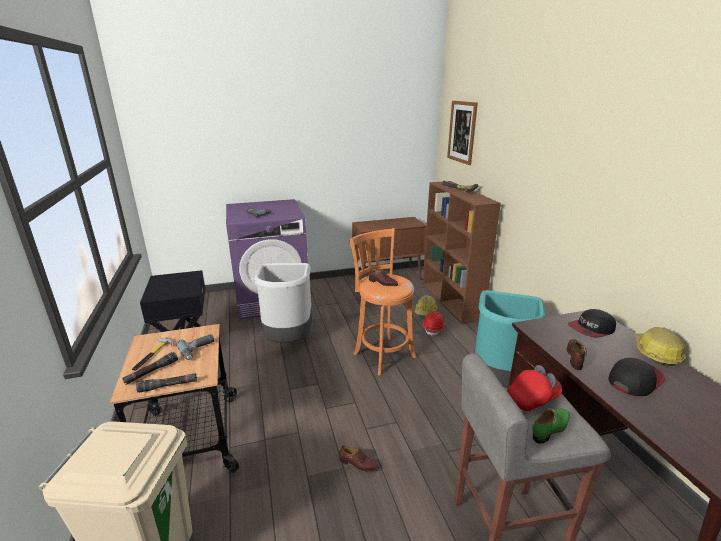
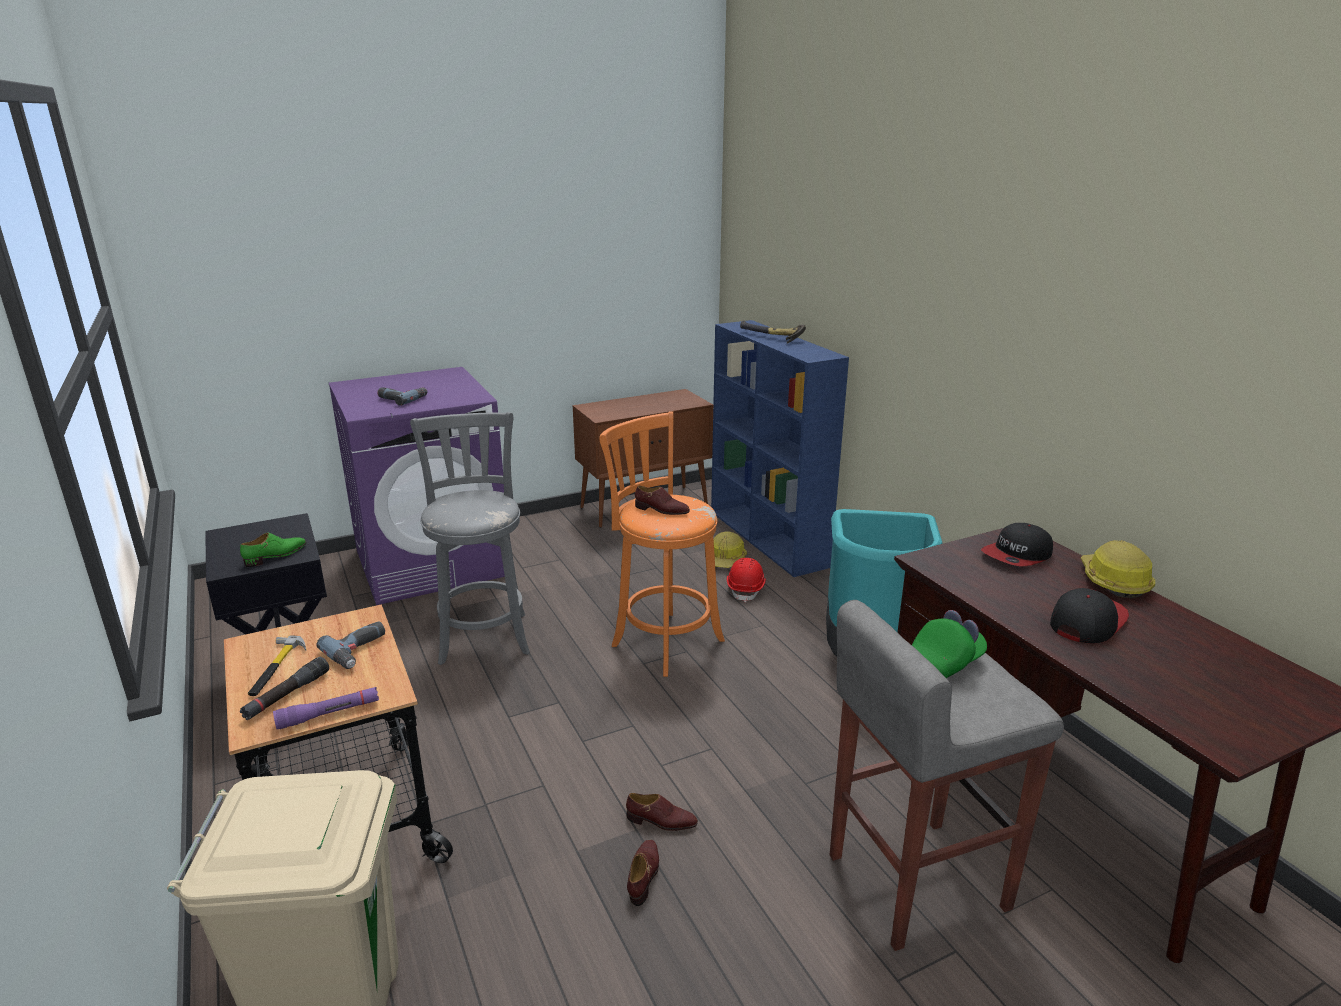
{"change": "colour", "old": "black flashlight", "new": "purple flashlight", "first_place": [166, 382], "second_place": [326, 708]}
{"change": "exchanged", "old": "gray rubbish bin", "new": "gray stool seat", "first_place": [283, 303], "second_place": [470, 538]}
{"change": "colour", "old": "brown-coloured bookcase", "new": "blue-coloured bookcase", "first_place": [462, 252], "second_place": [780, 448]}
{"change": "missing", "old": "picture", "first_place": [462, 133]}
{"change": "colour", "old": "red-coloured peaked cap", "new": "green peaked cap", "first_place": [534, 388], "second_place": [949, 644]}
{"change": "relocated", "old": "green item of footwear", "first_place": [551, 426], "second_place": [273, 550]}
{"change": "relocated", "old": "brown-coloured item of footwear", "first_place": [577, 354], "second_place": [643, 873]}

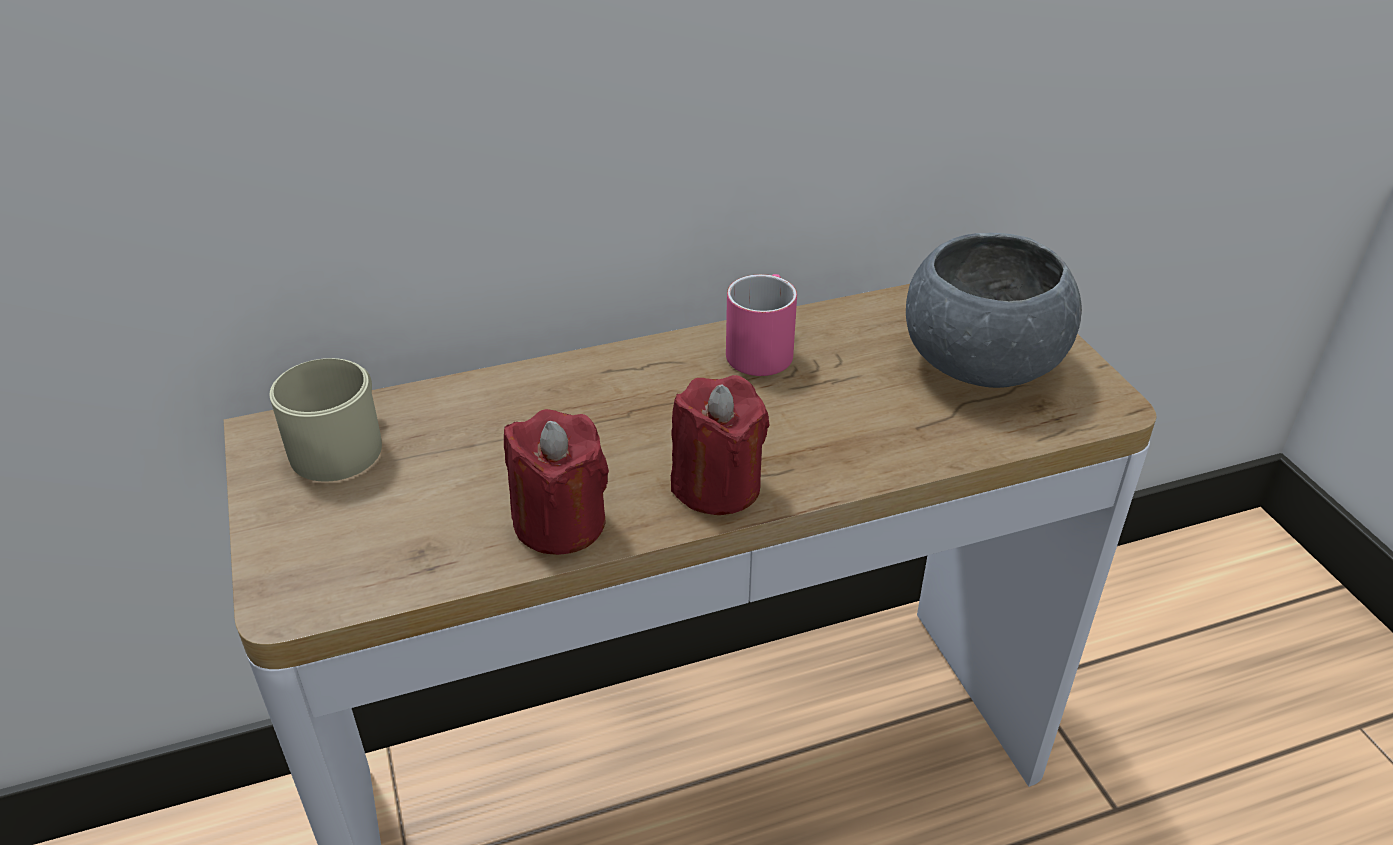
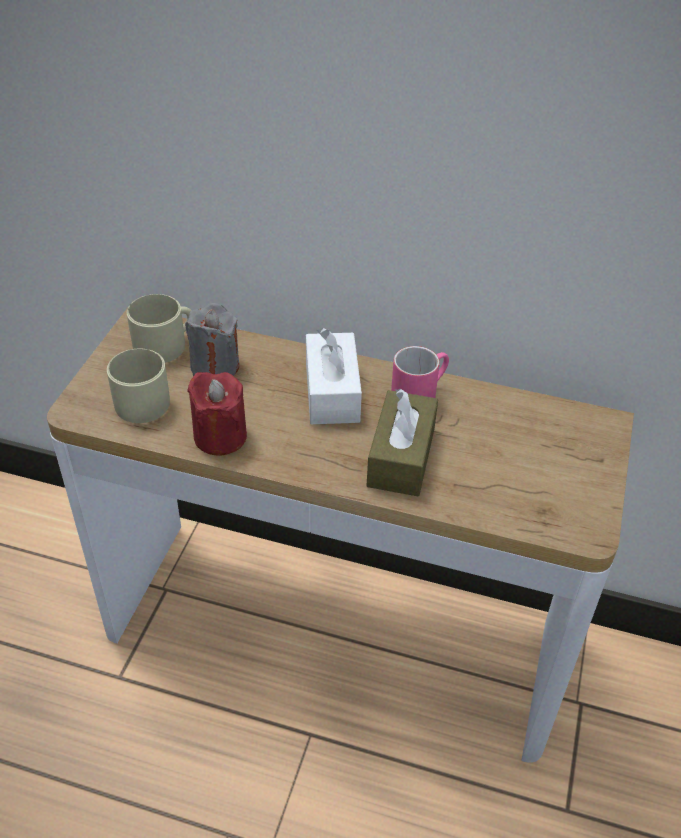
{"change": "missing", "old": "red-coloured candle", "first_place": [720, 445]}
{"change": "missing", "old": "gray bowl", "first_place": [994, 310]}
{"change": "appeared", "new": "beige-coloured tea mug", "second_place": [138, 385]}
{"change": "appeared", "new": "gray candle", "second_place": [212, 339]}
{"change": "appeared", "new": "whitish box of tissues", "second_place": [334, 376]}
{"change": "appeared", "new": "brown-coloured box of tissues", "second_place": [402, 442]}

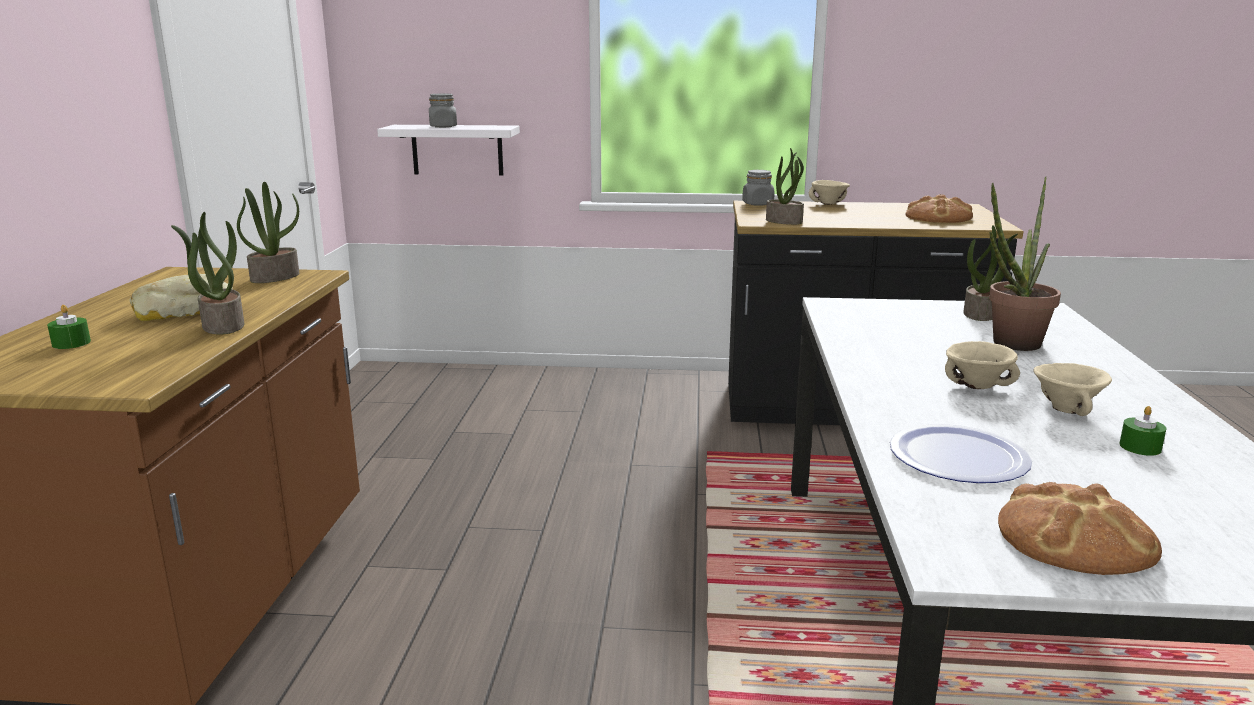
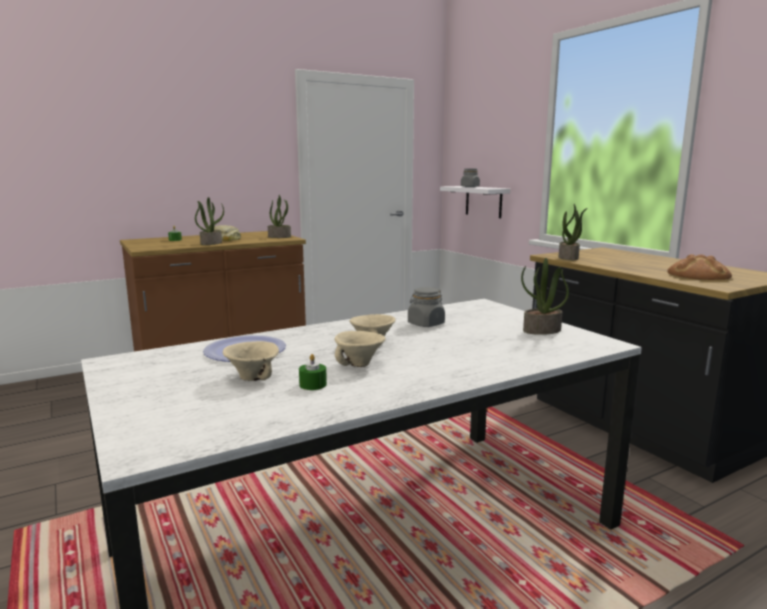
{"change": "relocated", "old": "gray jar", "first_place": [758, 188], "second_place": [426, 307]}
{"change": "relocated", "old": "beige-coloured bowl", "first_place": [829, 192], "second_place": [251, 361]}
{"change": "missing", "old": "potted plant", "first_place": [1025, 264]}
{"change": "missing", "old": "baked bread", "first_place": [1080, 528]}

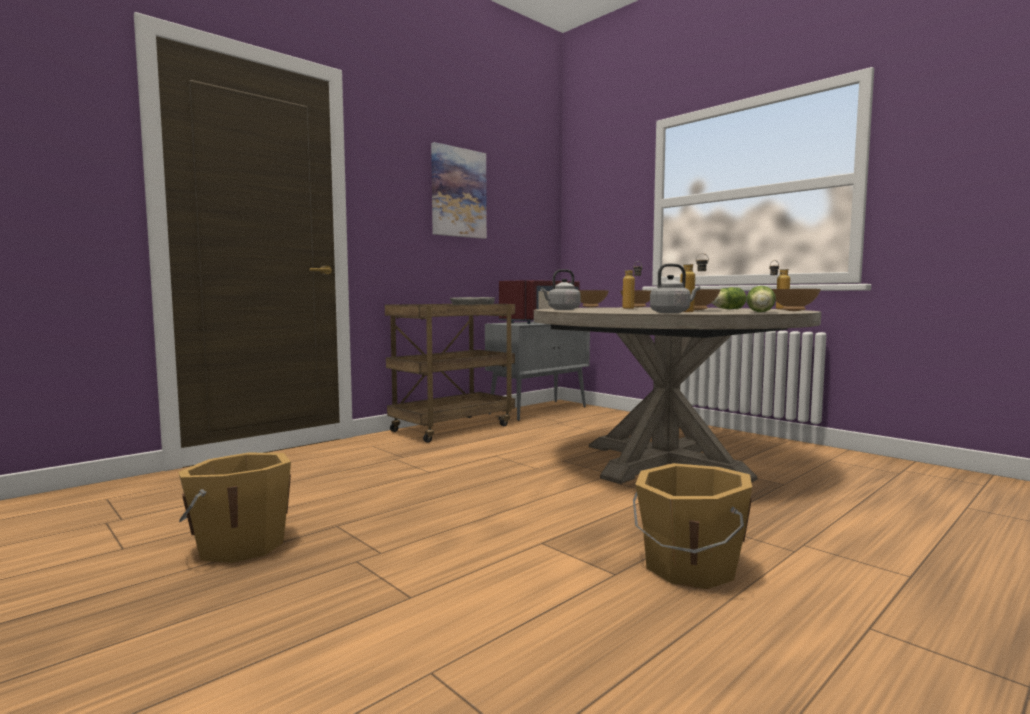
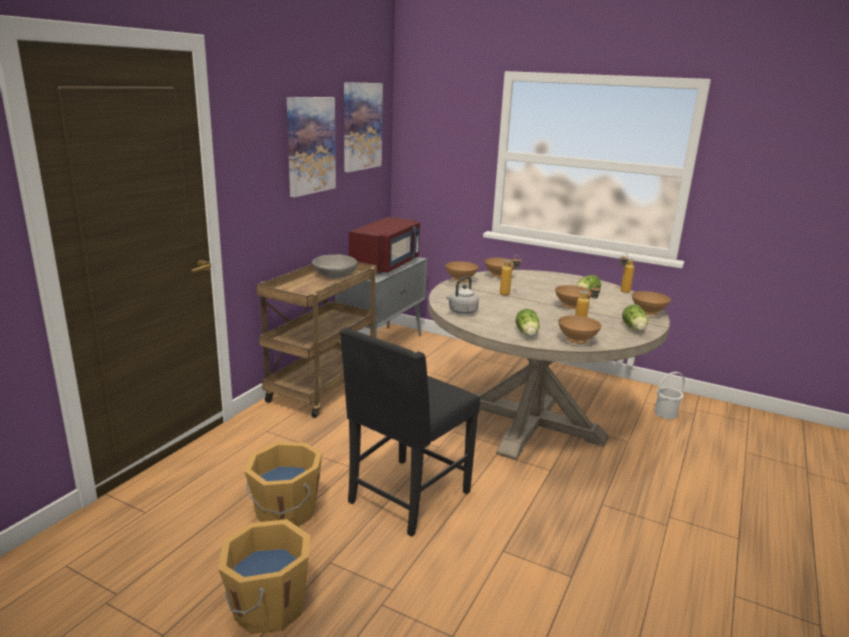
{"change": "relocated", "old": "orange-coloured bucket", "first_place": [692, 526], "second_place": [283, 484]}
{"change": "exchanged", "old": "gray water kettle", "new": "brown-coloured bowl", "first_place": [675, 288], "second_place": [580, 329]}
{"change": "appeared", "new": "black upright chair", "second_place": [410, 432]}
{"change": "appeared", "new": "picture", "second_place": [363, 127]}
{"change": "appeared", "new": "lettuce", "second_place": [527, 323]}
{"change": "appeared", "new": "whitish bucket", "second_place": [669, 395]}

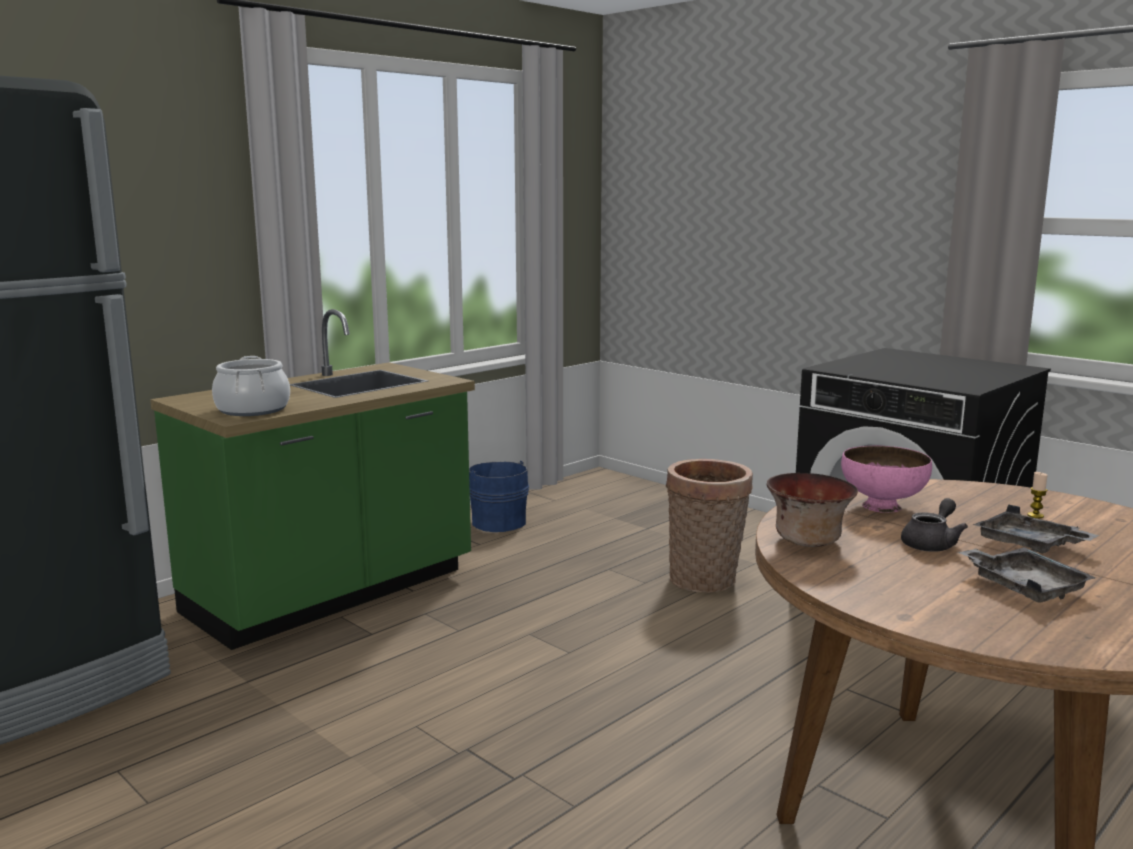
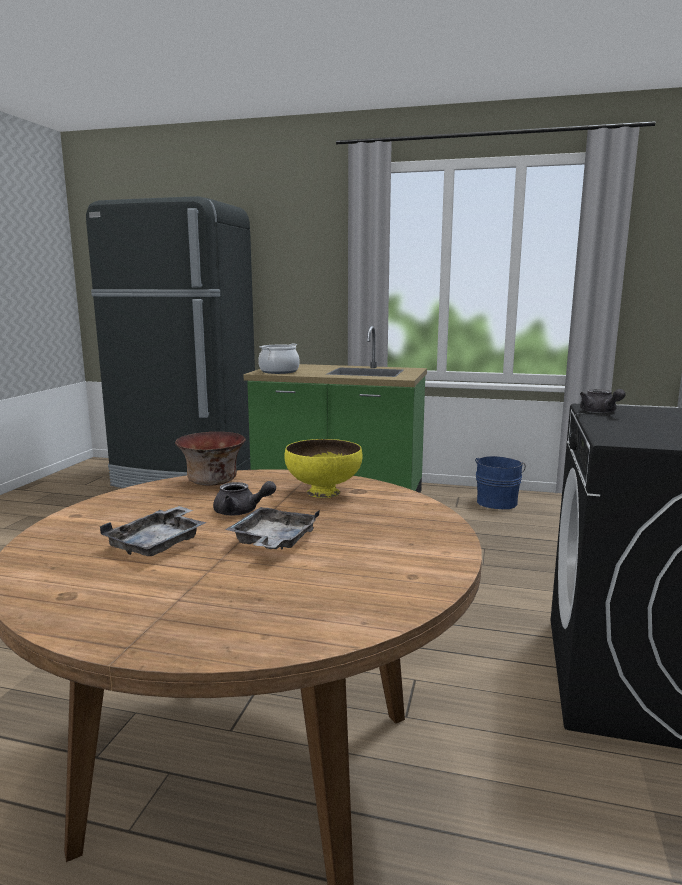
{"change": "missing", "old": "basket", "first_place": [709, 526]}
{"change": "colour", "old": "pink bowl", "new": "yellow bowl", "first_place": [886, 479], "second_place": [323, 468]}
{"change": "missing", "old": "candle", "first_place": [1037, 495]}
{"change": "appeared", "new": "gray teapot", "second_place": [603, 401]}

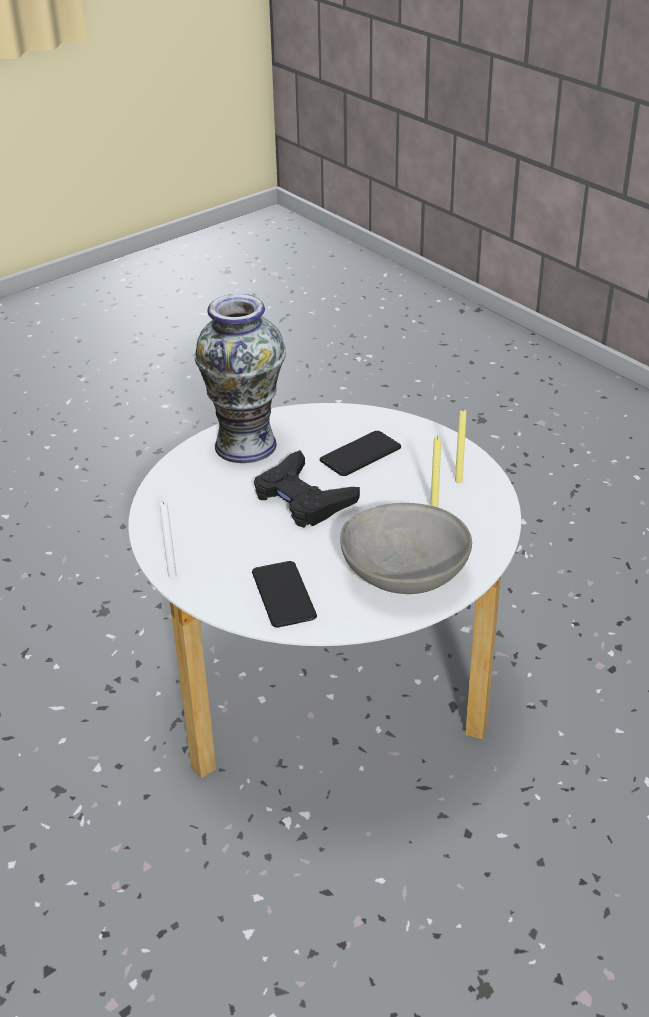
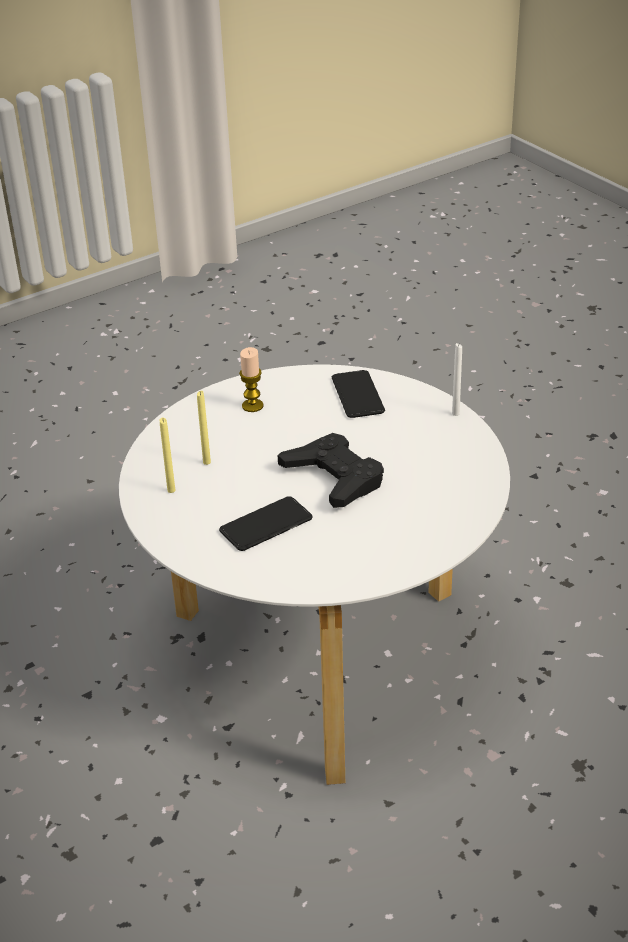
{"change": "missing", "old": "flower vase", "first_place": [240, 378]}
{"change": "exchanged", "old": "gray bowl", "new": "candle", "first_place": [406, 548], "second_place": [251, 379]}

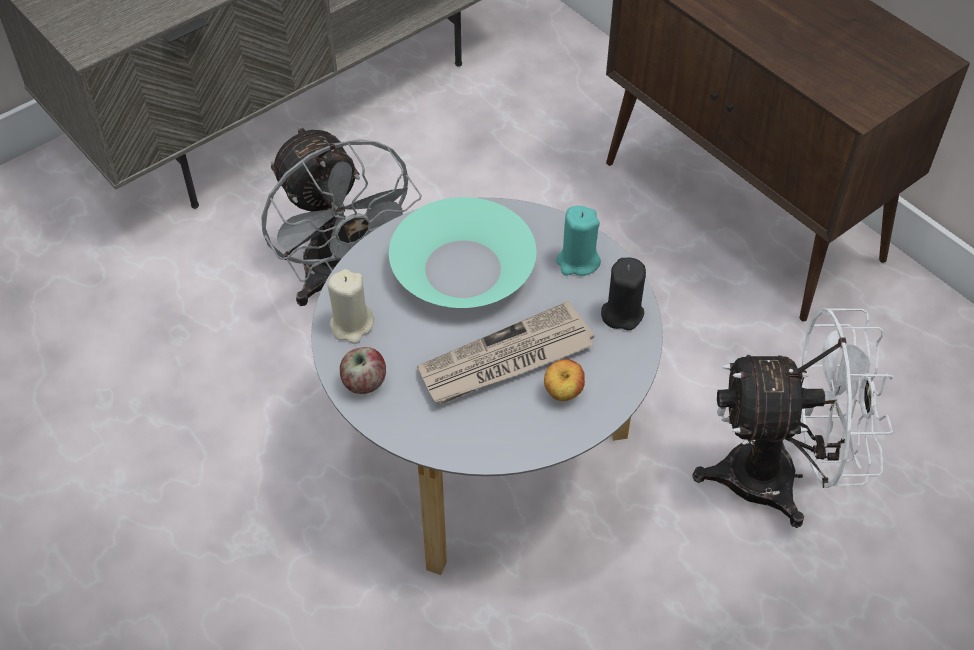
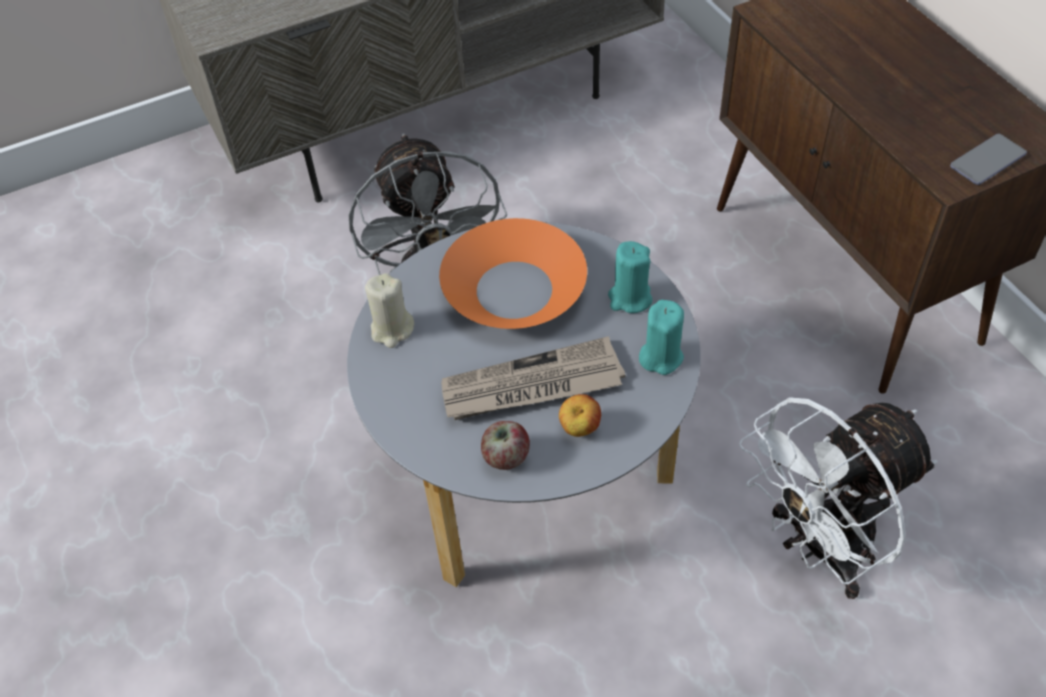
{"change": "relocated", "old": "apple fruit", "first_place": [363, 370], "second_place": [505, 445]}
{"change": "colour", "old": "turquoise bowl", "new": "orange-coloured bowl", "first_place": [462, 252], "second_place": [513, 273]}
{"change": "colour", "old": "black candle", "new": "turquoise candle", "first_place": [623, 294], "second_place": [661, 337]}
{"change": "spun", "old": "whitish electric fan", "first_place": [793, 418], "second_place": [838, 498], "degrees": 135}
{"change": "appeared", "new": "handset", "second_place": [988, 159]}

